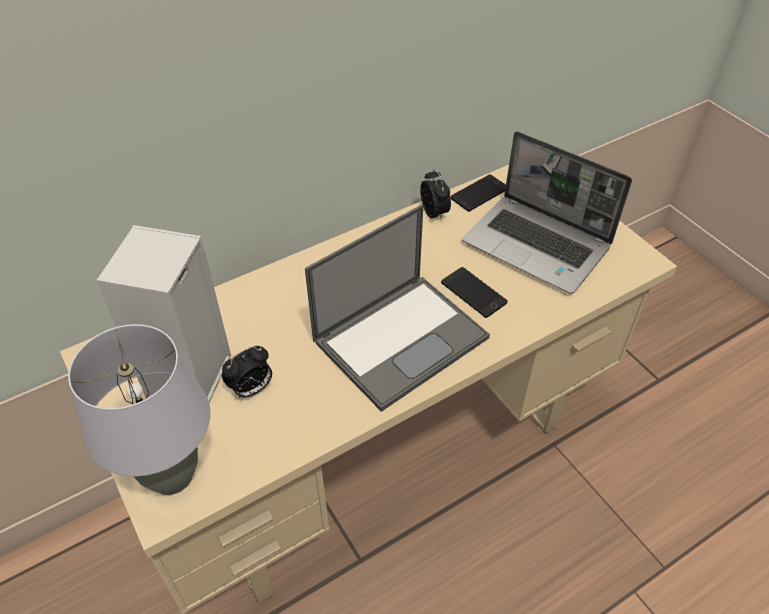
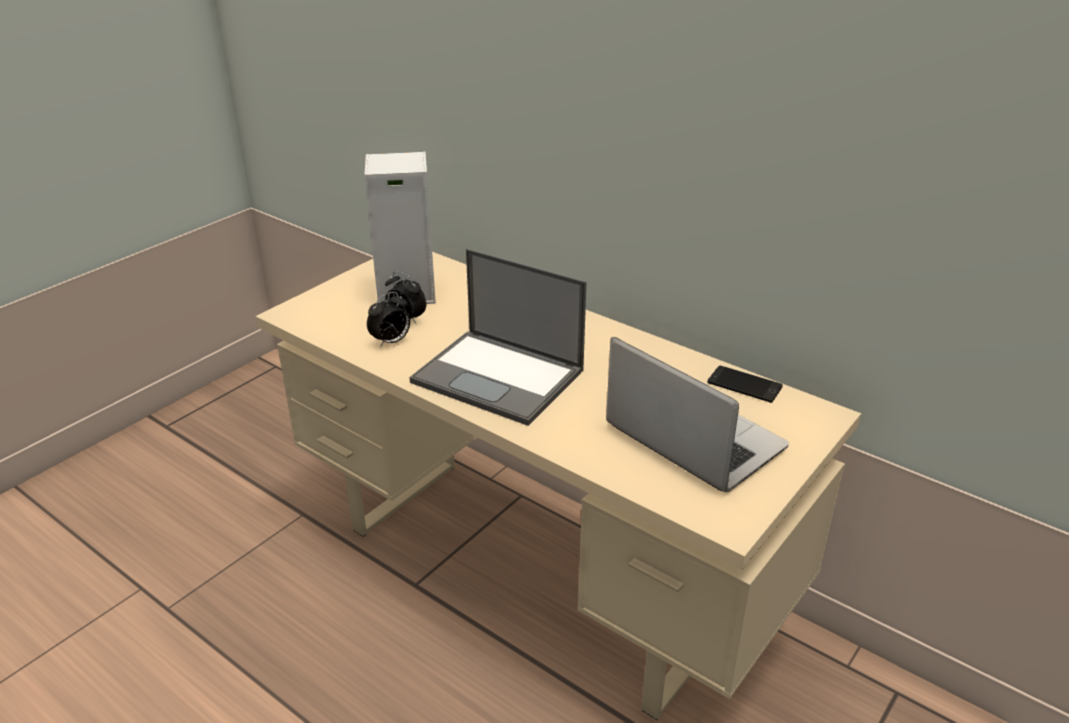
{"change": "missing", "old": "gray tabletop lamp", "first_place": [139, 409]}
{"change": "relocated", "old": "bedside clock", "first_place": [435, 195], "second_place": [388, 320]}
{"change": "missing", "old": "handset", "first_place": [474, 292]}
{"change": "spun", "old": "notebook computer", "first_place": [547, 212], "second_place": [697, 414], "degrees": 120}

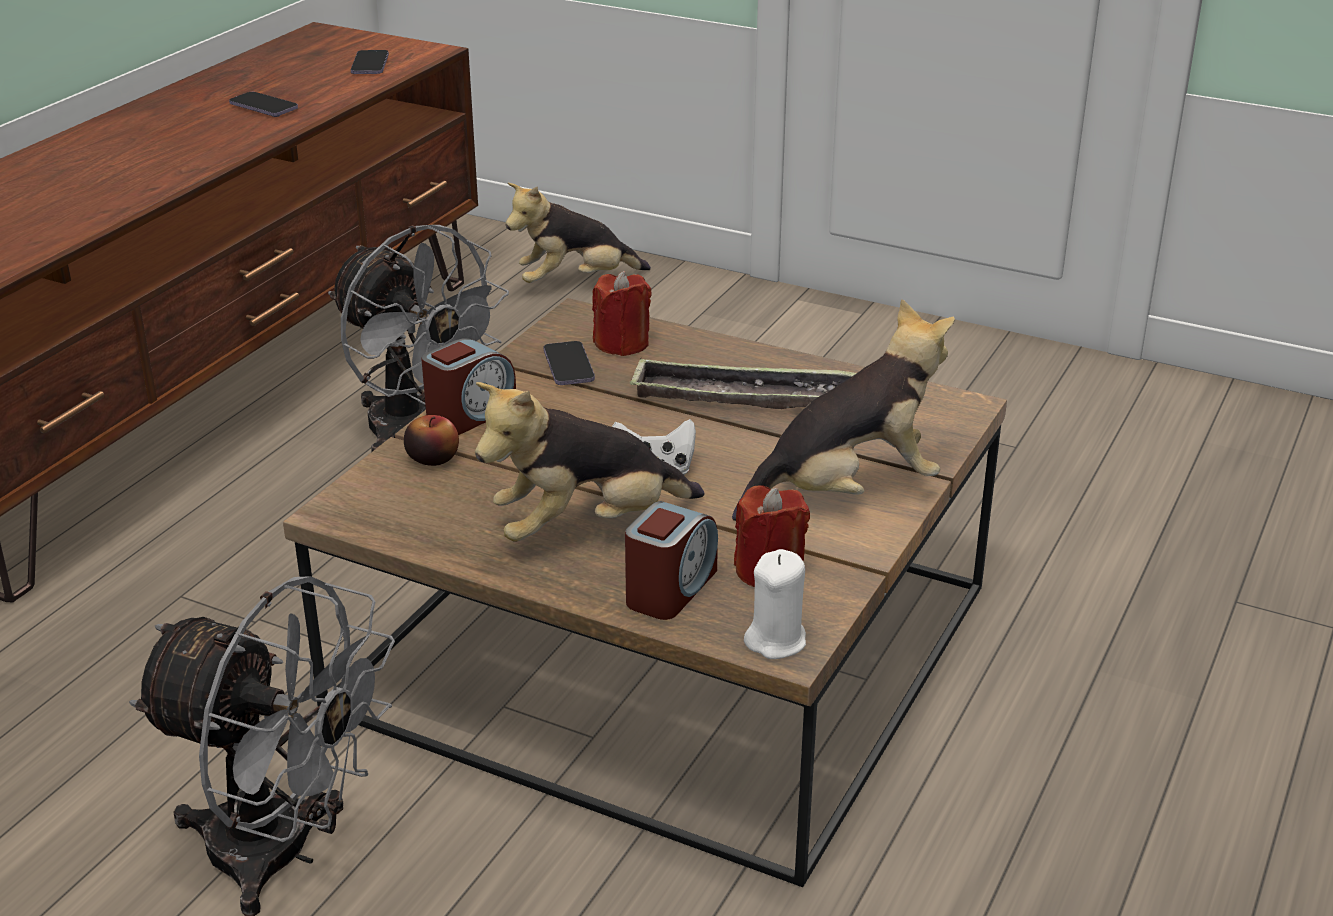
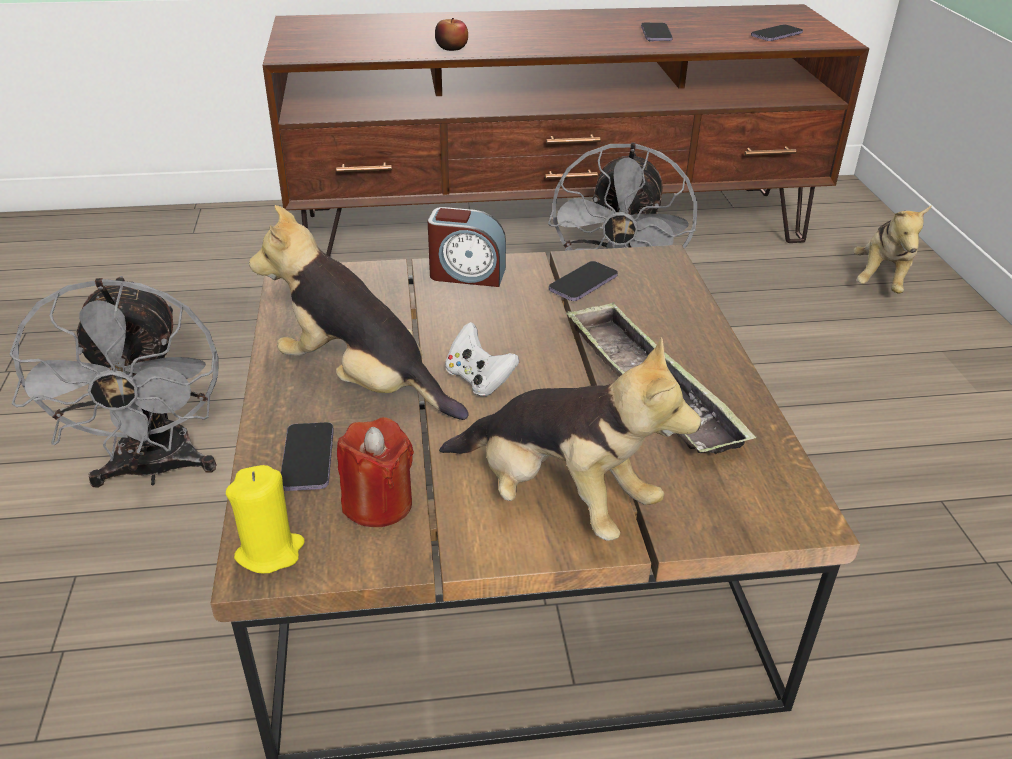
{"change": "relocated", "old": "apple fruit", "first_place": [431, 440], "second_place": [451, 34]}
{"change": "spun", "old": "plush toy", "first_place": [578, 233], "second_place": [892, 249], "degrees": -105}
{"change": "missing", "old": "red-coloured candle", "first_place": [622, 313]}
{"change": "exchanged", "old": "bedside clock", "new": "handset", "first_place": [671, 560], "second_place": [307, 456]}
{"change": "colour", "old": "whitish candle", "new": "yellow candle", "first_place": [775, 604], "second_place": [265, 519]}

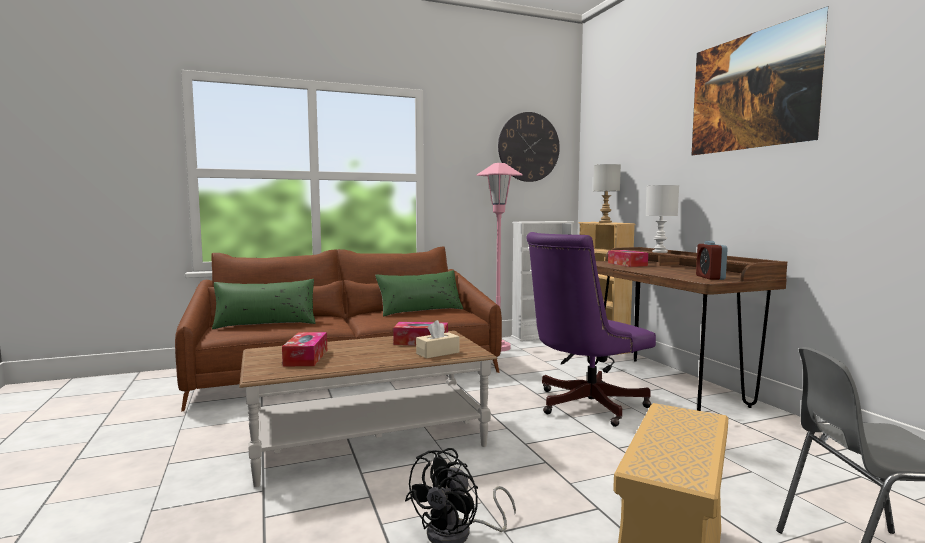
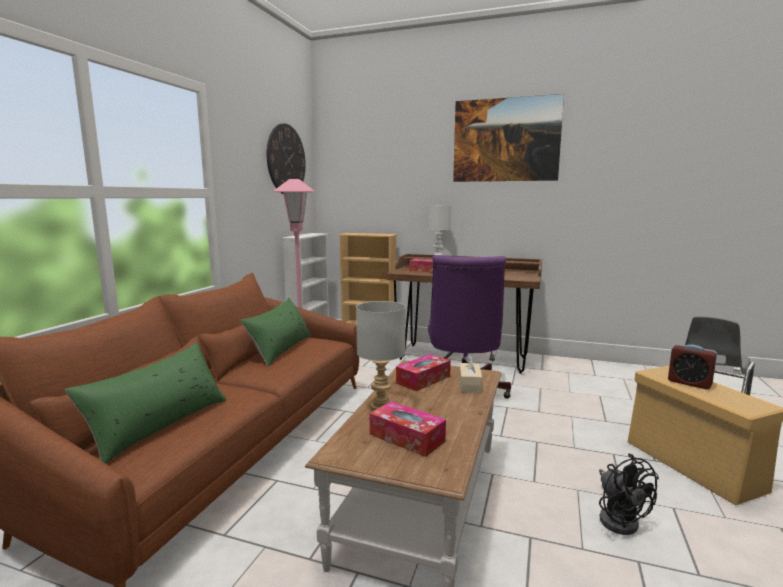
{"change": "relocated", "old": "gray tabletop lamp", "first_place": [607, 193], "second_place": [381, 356]}
{"change": "relocated", "old": "bedside clock", "first_place": [712, 260], "second_place": [692, 366]}

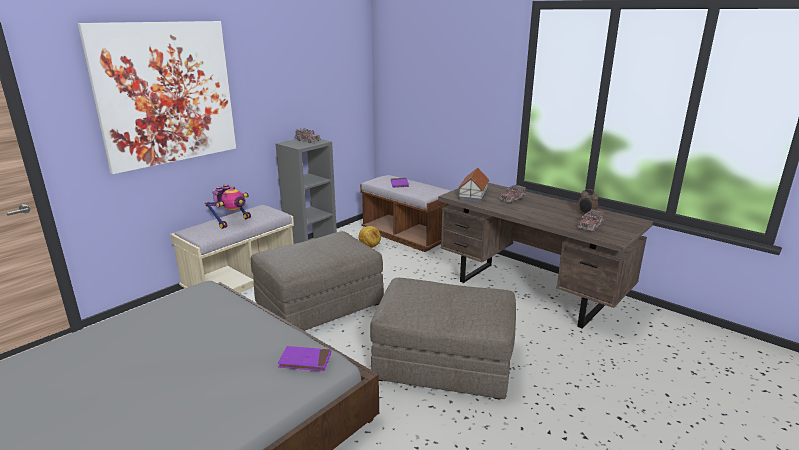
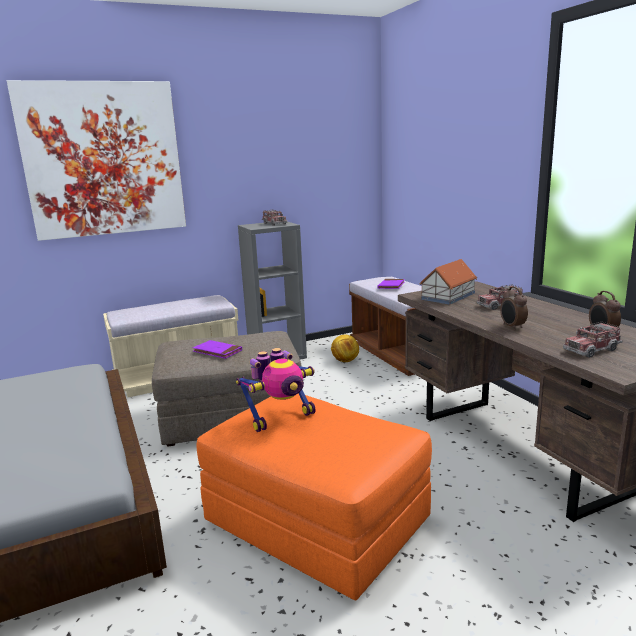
{"change": "relocated", "old": "model robot", "first_place": [228, 206], "second_place": [276, 390]}
{"change": "relocated", "old": "purple book", "first_place": [304, 358], "second_place": [217, 349]}
{"change": "colour", "old": "gray pouffe", "new": "orange-coloured pouffe", "first_place": [443, 339], "second_place": [314, 496]}
{"change": "appeared", "new": "bedside clock", "second_place": [514, 308]}

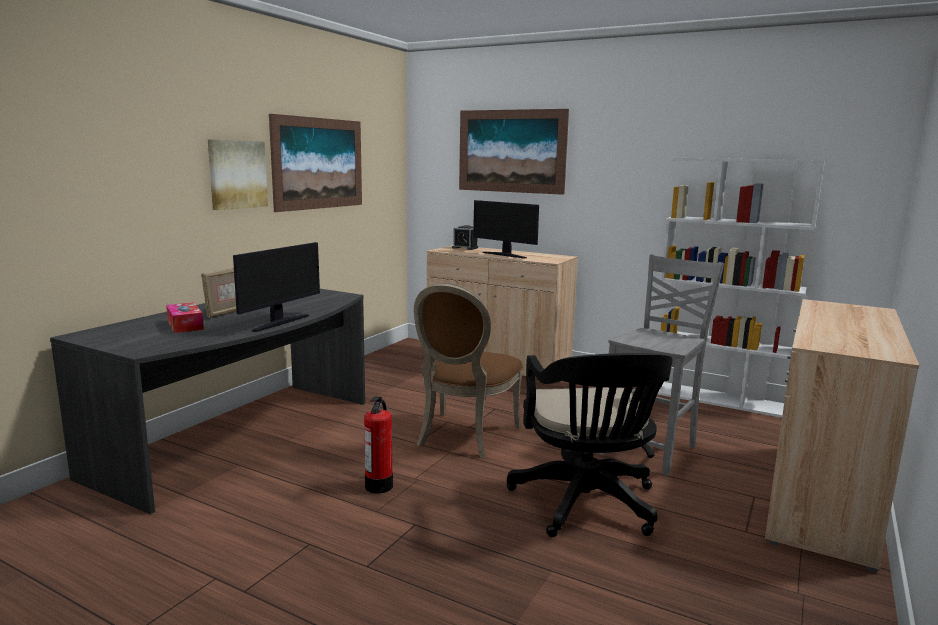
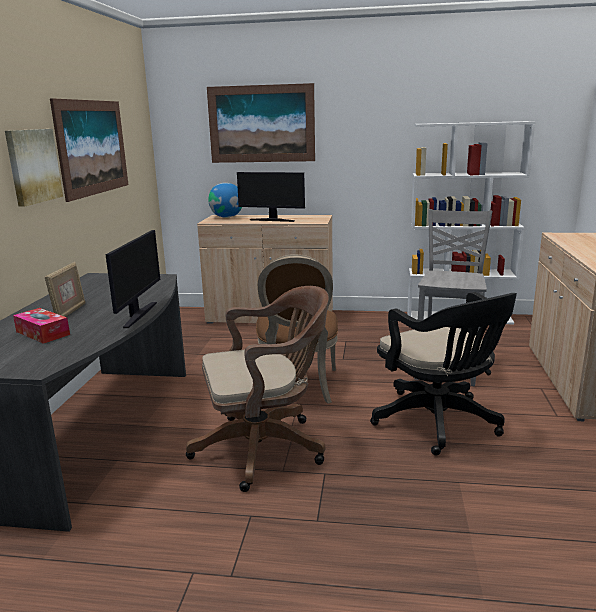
{"change": "exchanged", "old": "fire-fighting cylinder", "new": "brown-coloured desk chair", "first_place": [378, 445], "second_place": [257, 389]}
{"change": "exchanged", "old": "bedside clock", "new": "globe", "first_place": [465, 237], "second_place": [225, 200]}

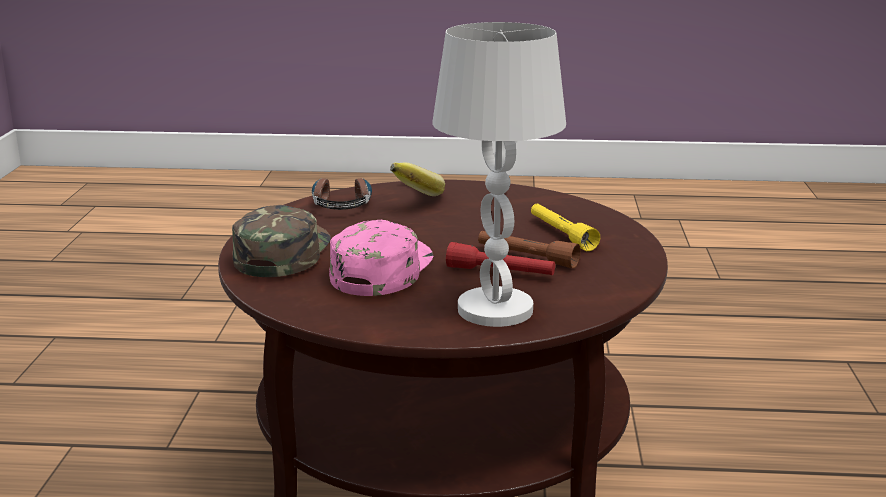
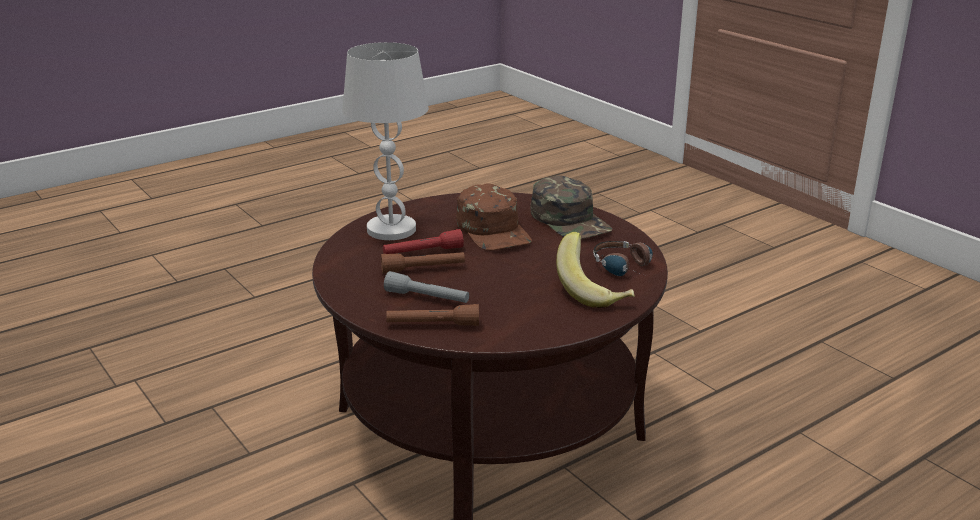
{"change": "colour", "old": "pink peaked cap", "new": "brown-coloured peaked cap", "first_place": [381, 258], "second_place": [494, 217]}
{"change": "colour", "old": "yellow flashlight", "new": "gray flashlight", "first_place": [565, 227], "second_place": [426, 287]}
{"change": "appeared", "new": "brown-coloured flashlight", "second_place": [432, 315]}

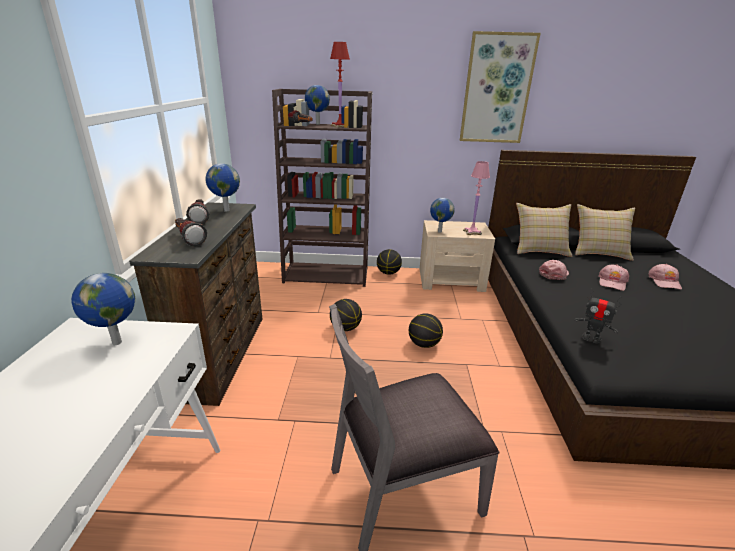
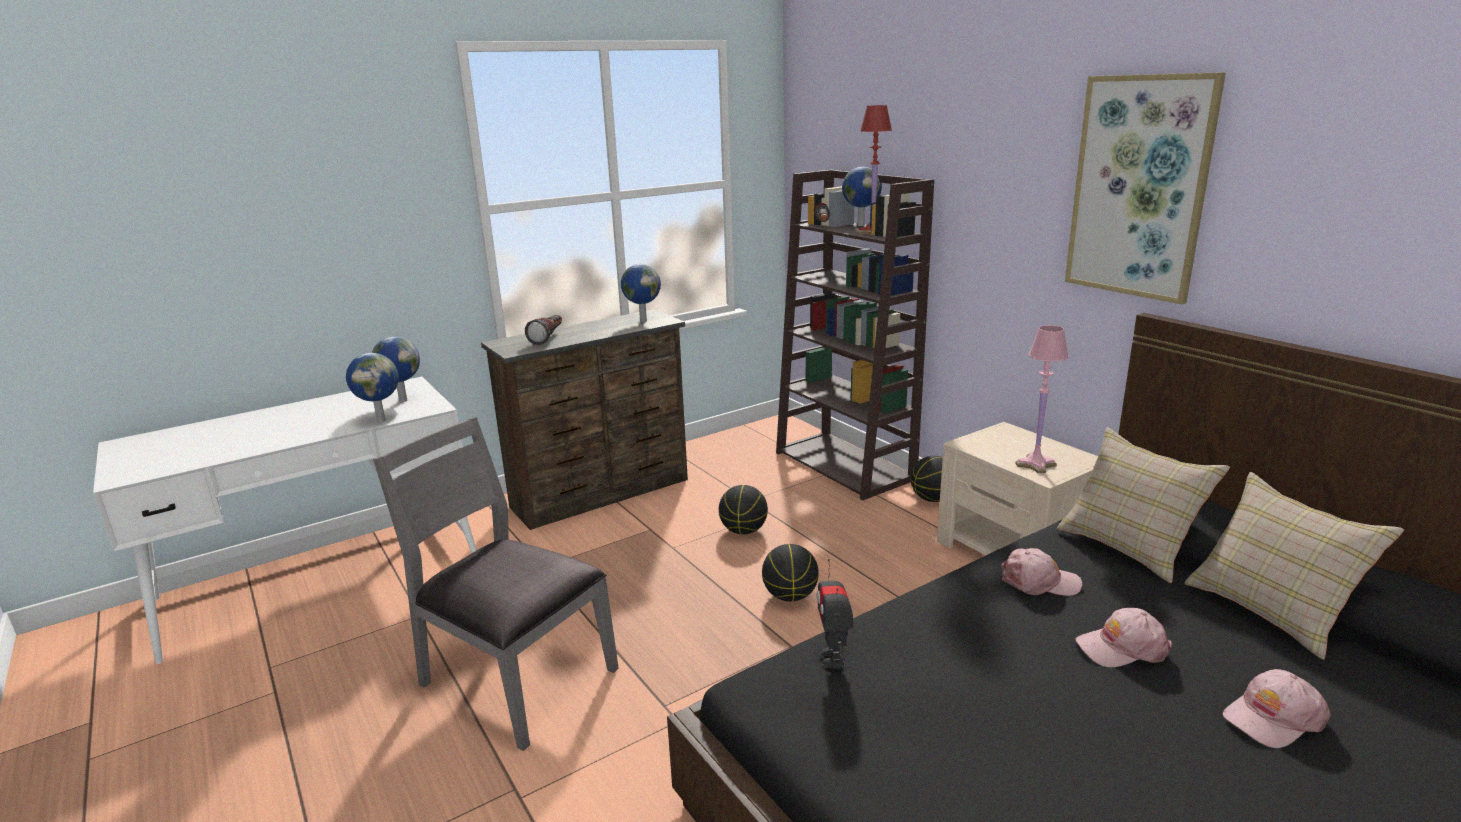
{"change": "missing", "old": "flashlight", "first_place": [198, 211]}
{"change": "relocated", "old": "globe", "first_place": [442, 215], "second_place": [372, 387]}

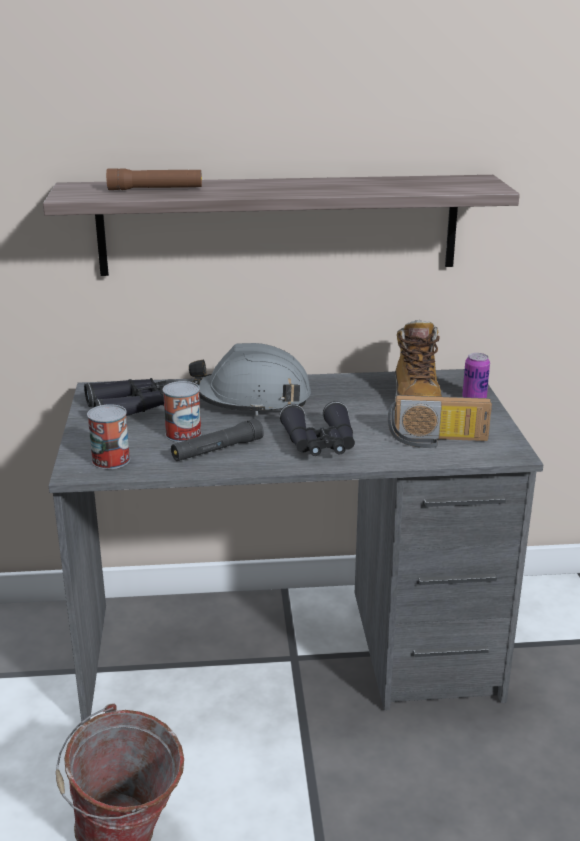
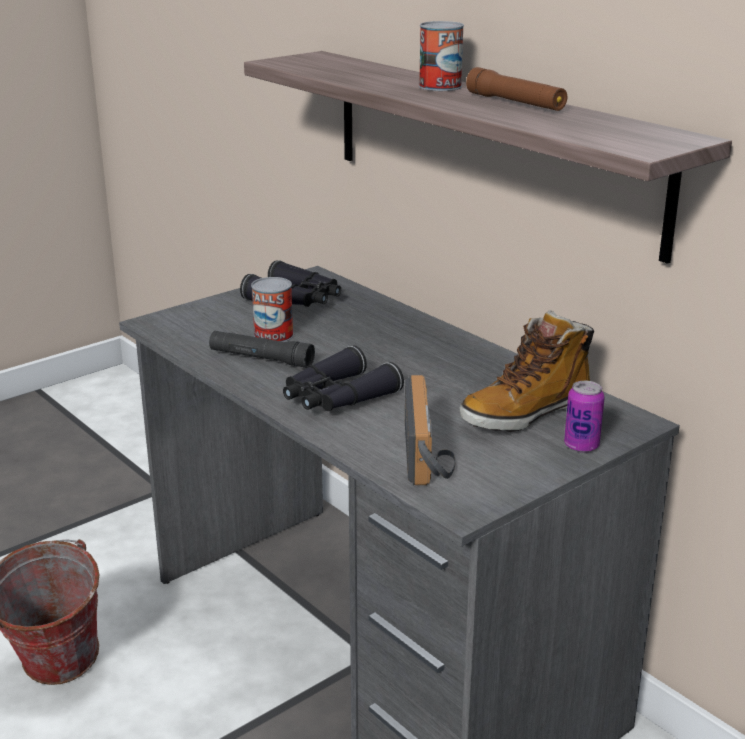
{"change": "relocated", "old": "sealed can", "first_place": [108, 436], "second_place": [441, 56]}
{"change": "relocated", "old": "brown-coloured flashlight", "first_place": [154, 179], "second_place": [516, 89]}
{"change": "missing", "old": "gray work helmet", "first_place": [250, 379]}
{"change": "spun", "old": "radio receiver", "first_place": [440, 421], "second_place": [430, 430], "degrees": -150}

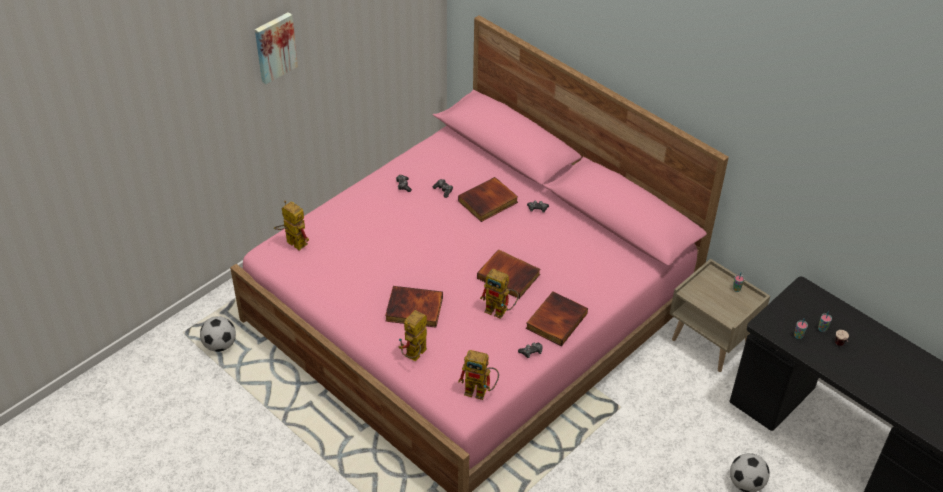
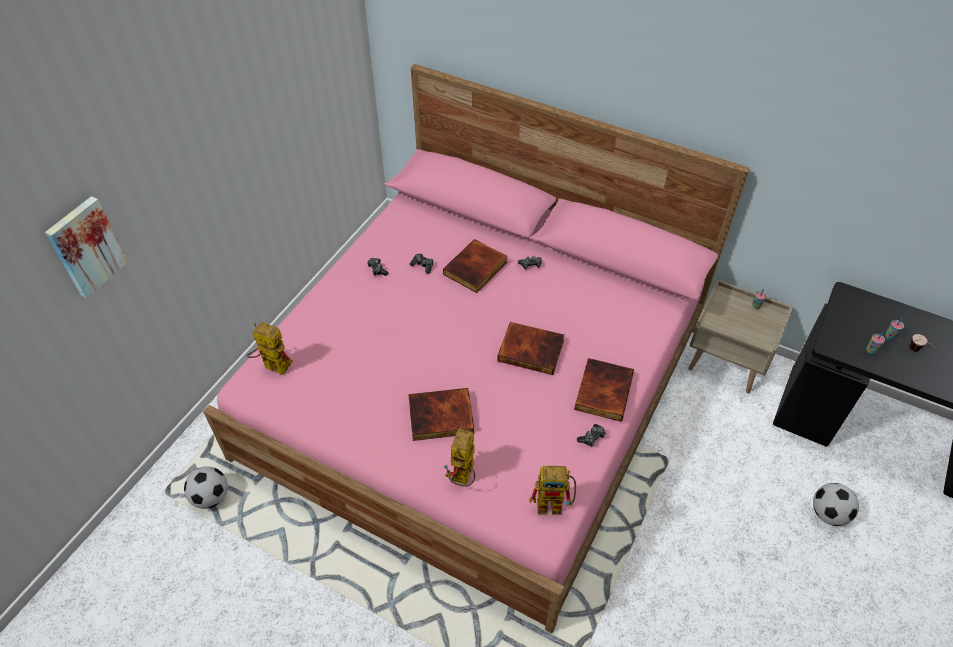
{"change": "relocated", "old": "picture", "first_place": [276, 48], "second_place": [86, 247]}
{"change": "missing", "old": "model robot", "first_place": [499, 294]}

